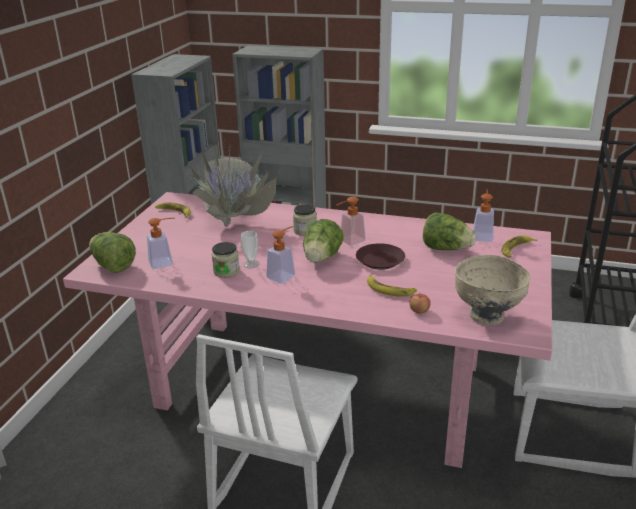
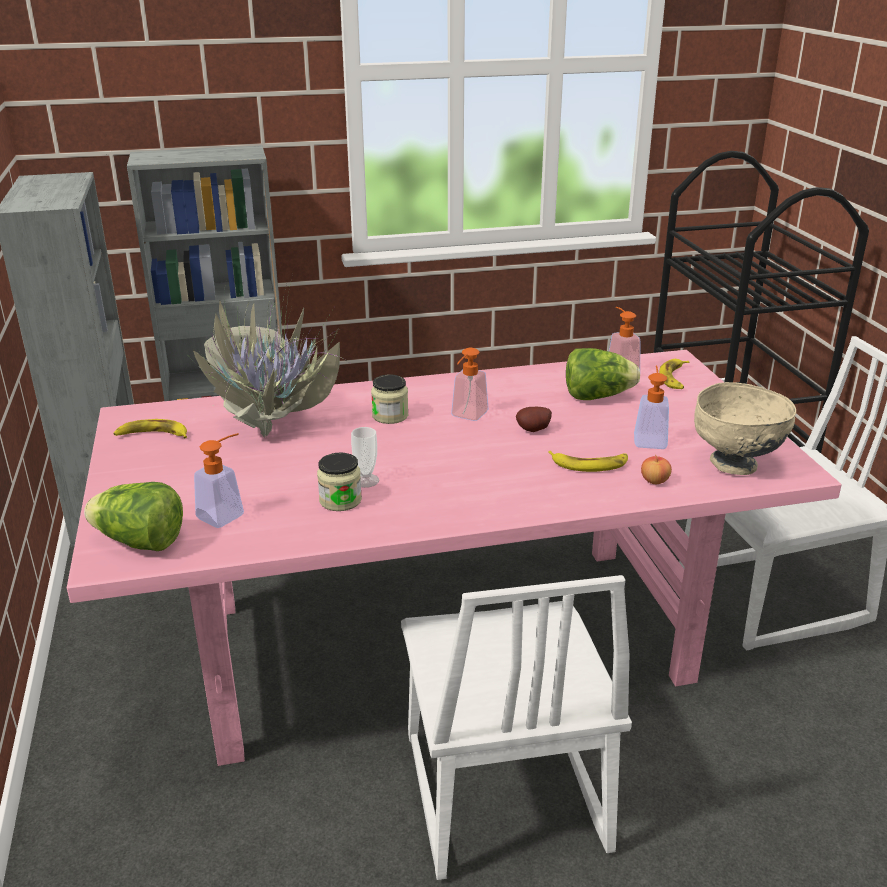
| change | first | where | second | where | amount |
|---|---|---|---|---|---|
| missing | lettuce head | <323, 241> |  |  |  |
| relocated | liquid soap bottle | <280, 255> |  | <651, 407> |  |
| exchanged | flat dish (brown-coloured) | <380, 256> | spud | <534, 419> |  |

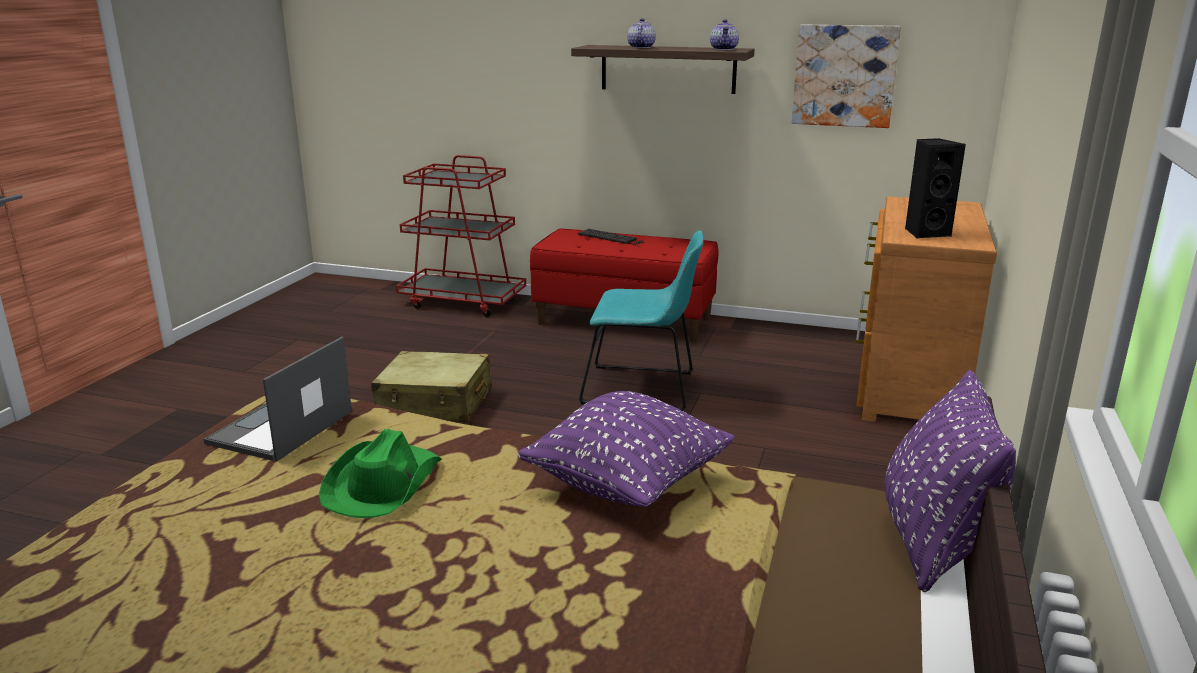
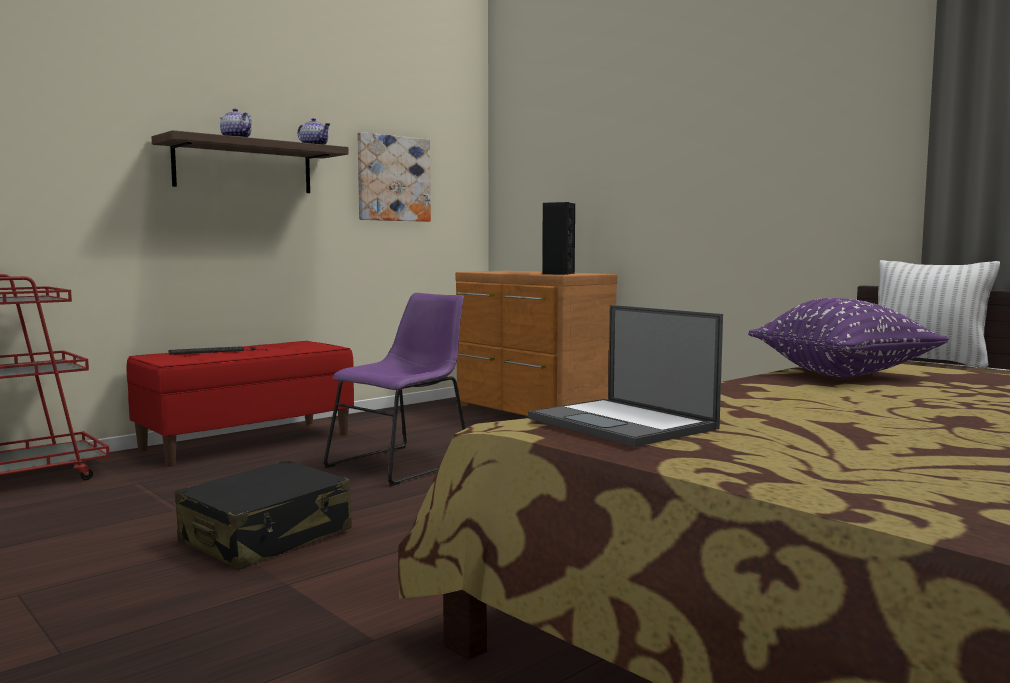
| change | first | where | second | where | amount |
|---|---|---|---|---|---|
| colour | chair (blue-green) | <641, 321> | chair (purplish) | <394, 389> |  |
| colour | travel case (beige) | <431, 386> | travel case (blackish) | <263, 515> |  |
| colour | pillow (purplish) | <950, 481> | pillow (white) | <939, 314> |  |
| missing | hat (green-coloured) | <380, 473> |  |  |  |

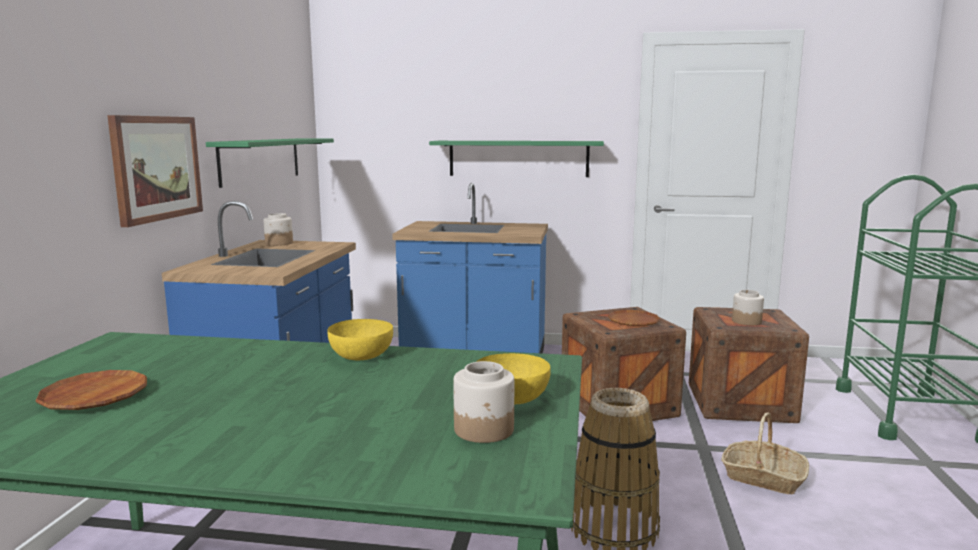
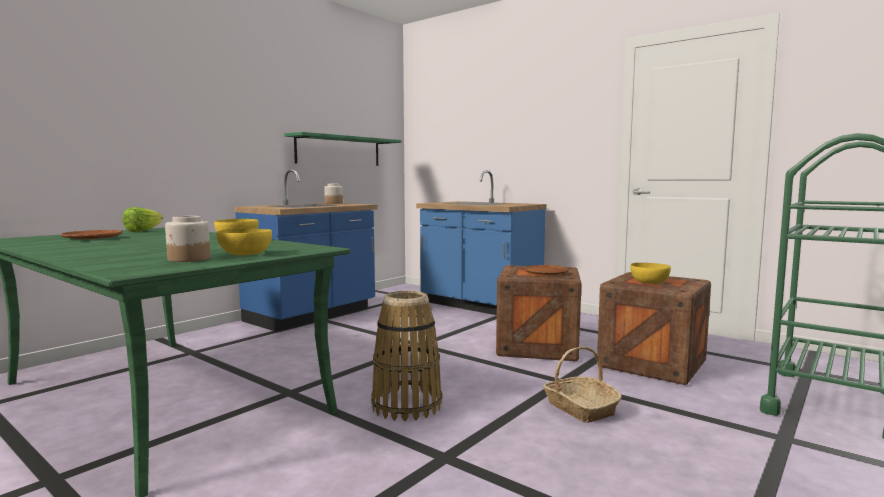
| change | first | where | second | where | amount |
|---|---|---|---|---|---|
| missing | wall picture | <155, 171> |  |  |  |
| missing | wall shelf (green-coloured) | <516, 159> |  |  |  |
| exchanged | jar | <748, 307> | serving bowl (yellowish) | <650, 273> |  |
| appeared |  |  | lettuce head | <142, 219> |  |

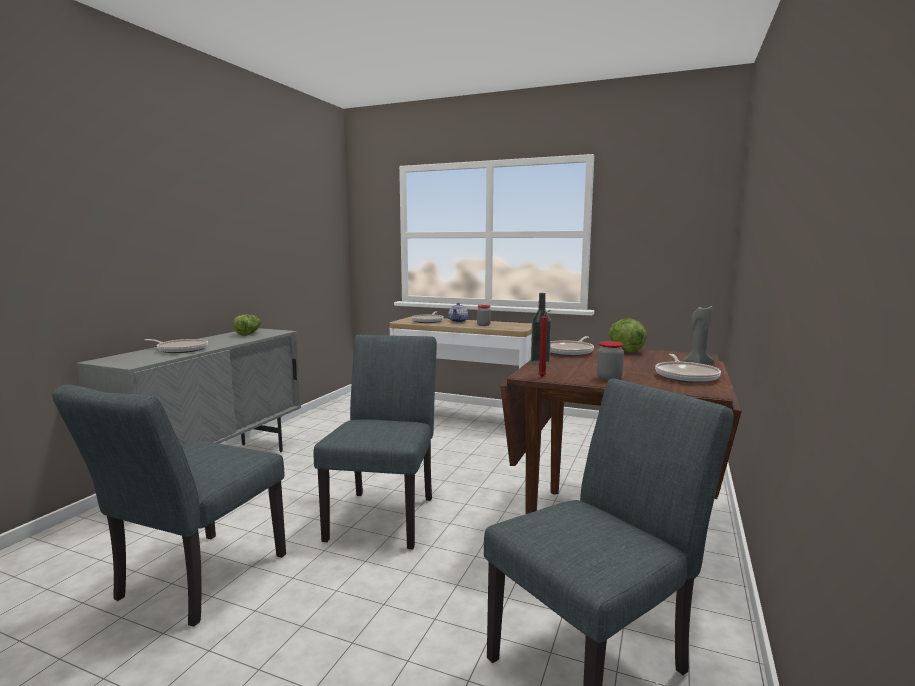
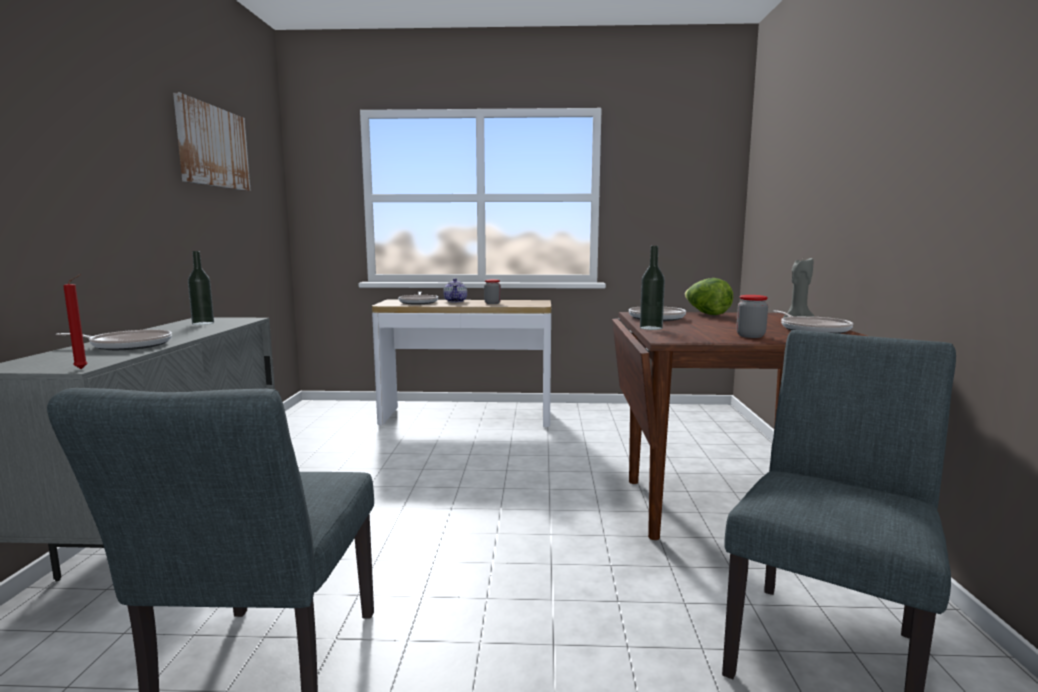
| change | first | where | second | where | amount |
|---|---|---|---|---|---|
| relocated | wax candle (red-coloured) | <544, 343> |  | <75, 322> |  |
| exchanged | lettuce head | <247, 325> | drink bottle | <201, 288> |  |
| missing | chair (gray) | <375, 442> |  |  |  |
| appeared |  |  | wall picture | <212, 142> |  |

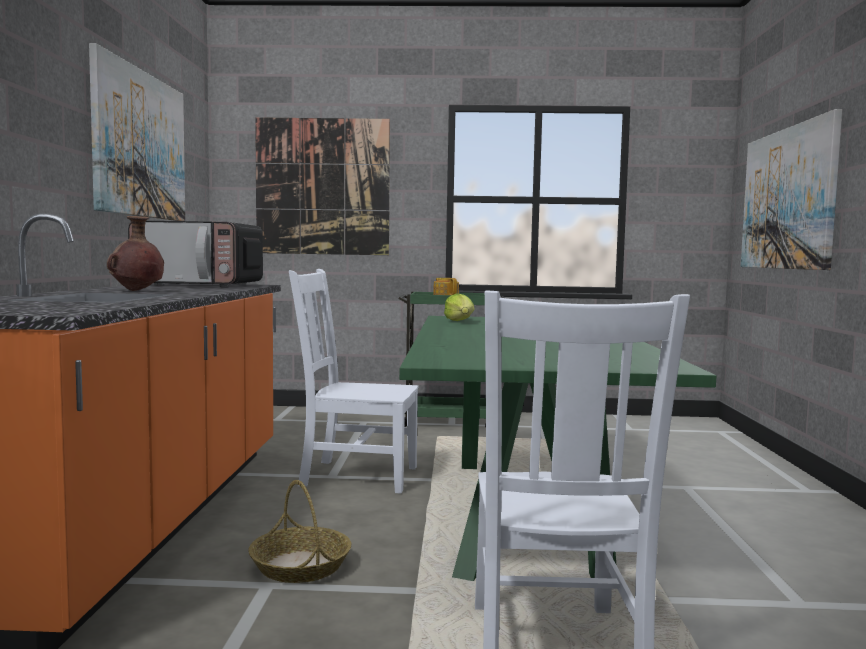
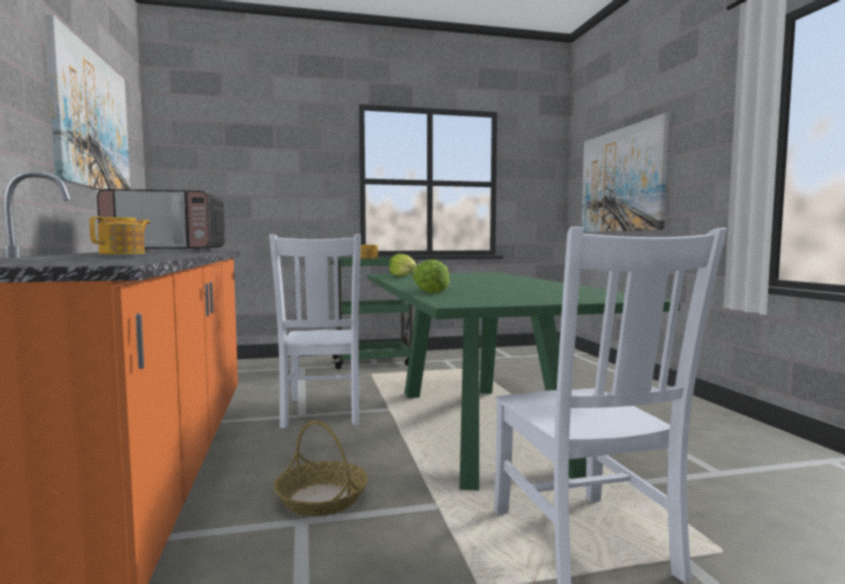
| change | first | where | second | where | amount |
|---|---|---|---|---|---|
| missing | wall picture | <322, 186> |  |  |  |
| exchanged | flower vase (brown-coloured) | <135, 253> | pot for tea | <119, 235> |  |
| spun | chair (white) | <353, 381> |  | <315, 331> | 90 degrees counterclockwise |
| appeared |  |  | lettuce head | <430, 276> |  |

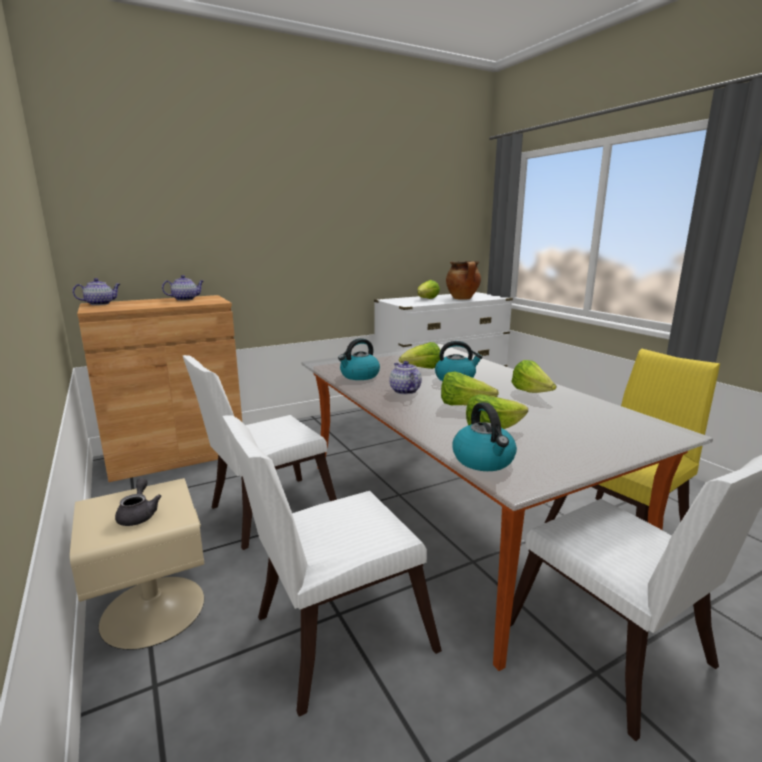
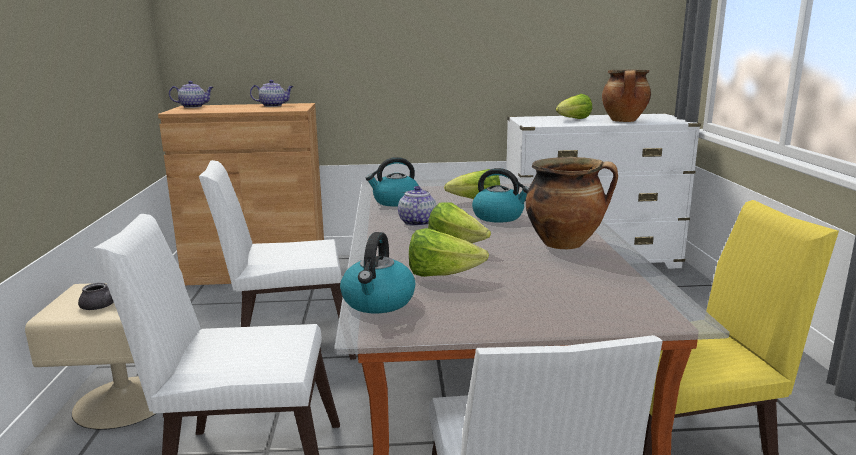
| change | first | where | second | where | amount |
|---|---|---|---|---|---|
| exchanged | lettuce head | <533, 376> | stockpot | <572, 203> |  |

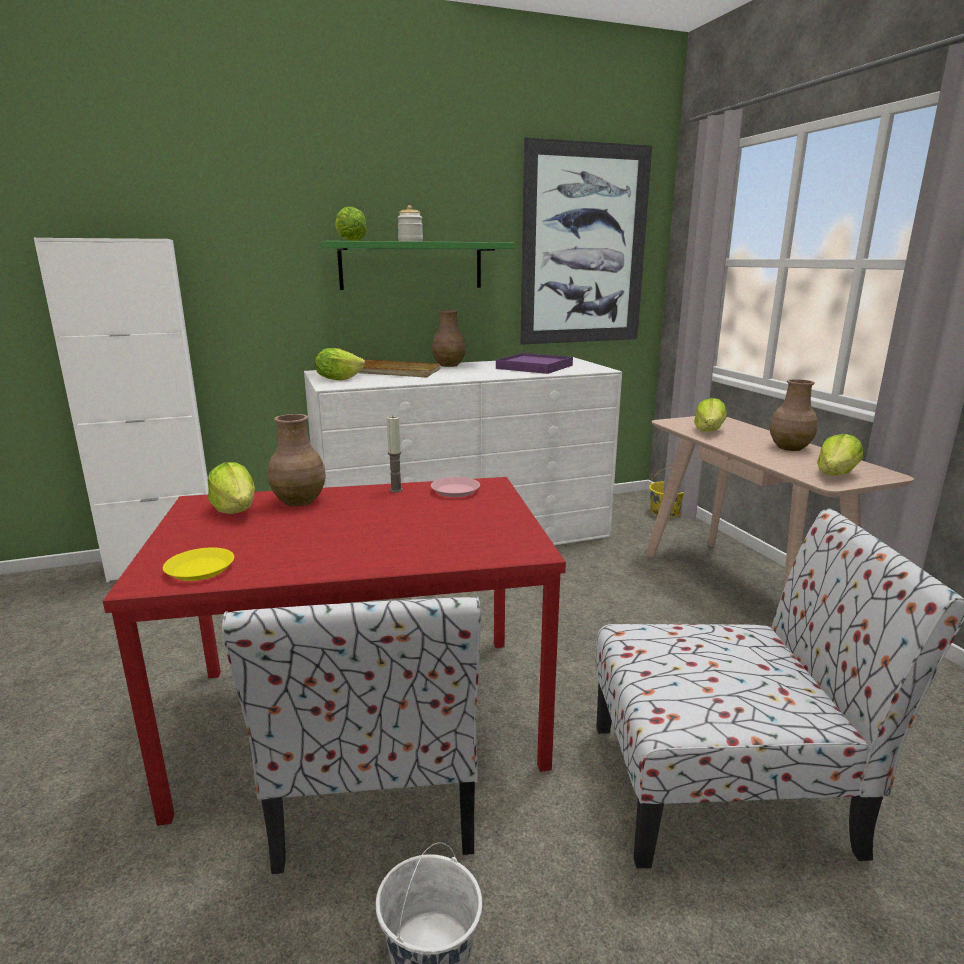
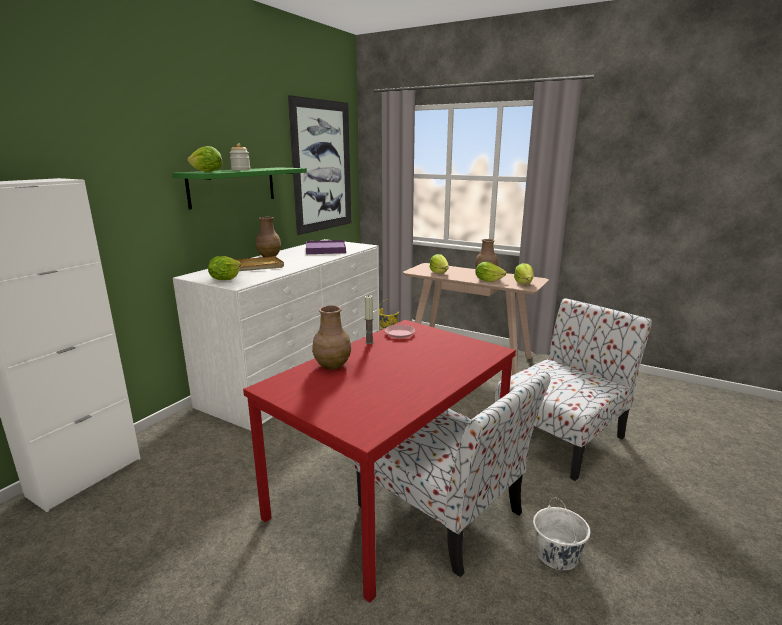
| change | first | where | second | where | amount |
|---|---|---|---|---|---|
| relocated | lettuce head | <231, 488> |  | <491, 272> |  |
| missing | flat dish (yellowish) | <198, 564> |  |  |  |

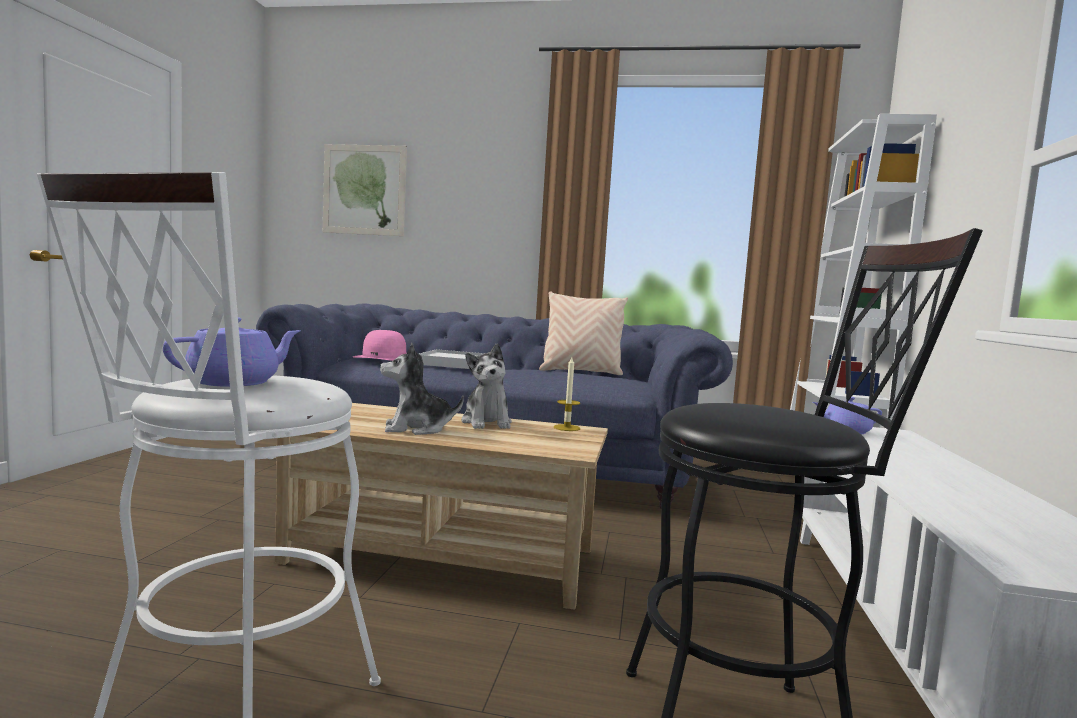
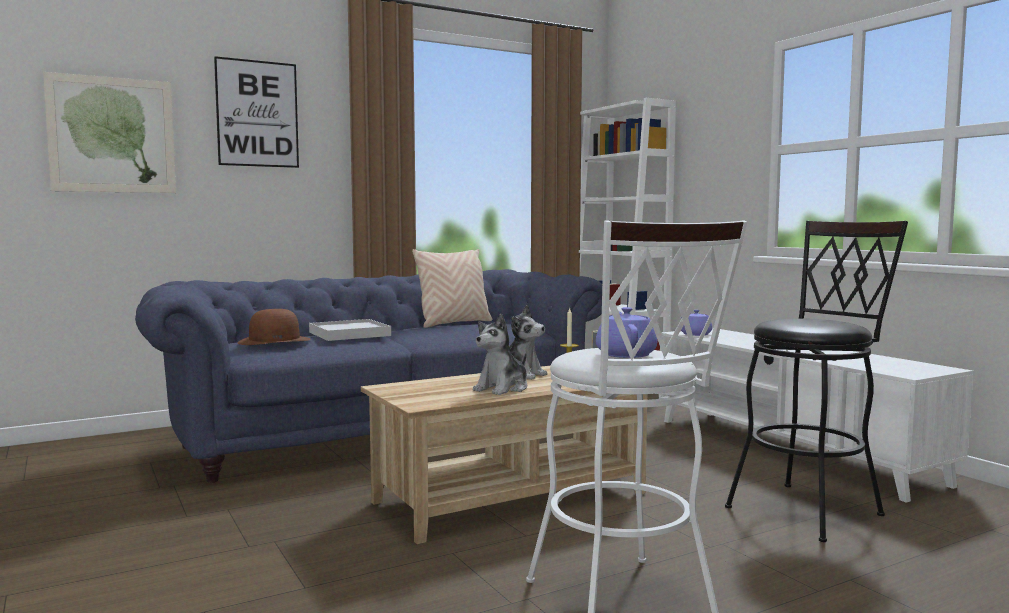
| change | first | where | second | where | amount |
|---|---|---|---|---|---|
| colour | hat (pink) | <379, 345> | hat (brown-coloured) | <274, 327> |  |
| appeared |  |  | wall picture | <256, 112> |  |

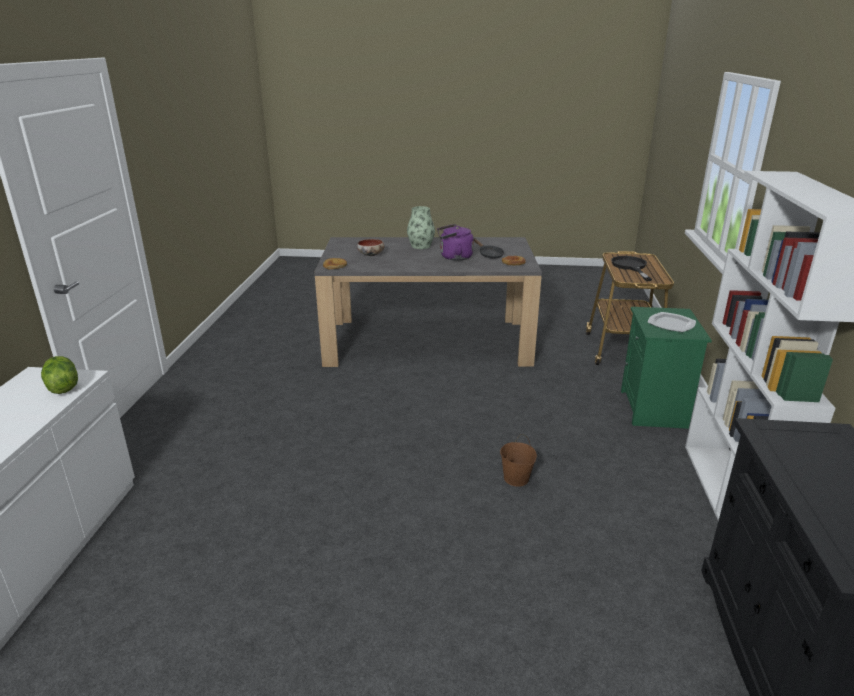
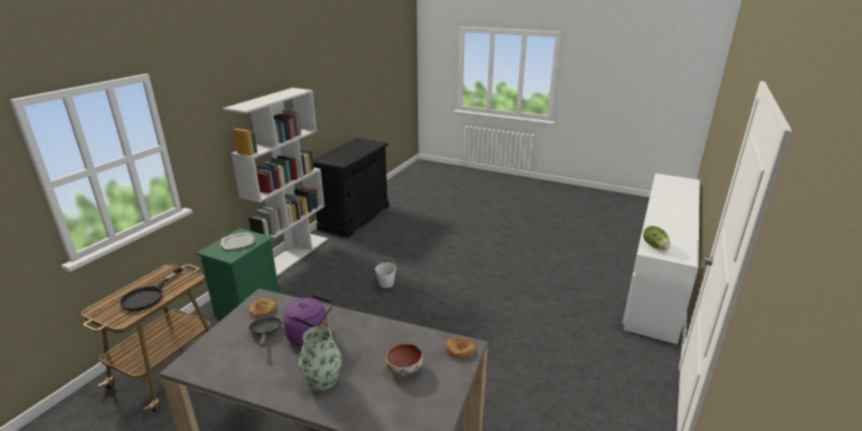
| change | first | where | second | where | amount |
|---|---|---|---|---|---|
| colour | bucket (brown-coloured) | <518, 460> | bucket (white) | <385, 272> |  |

